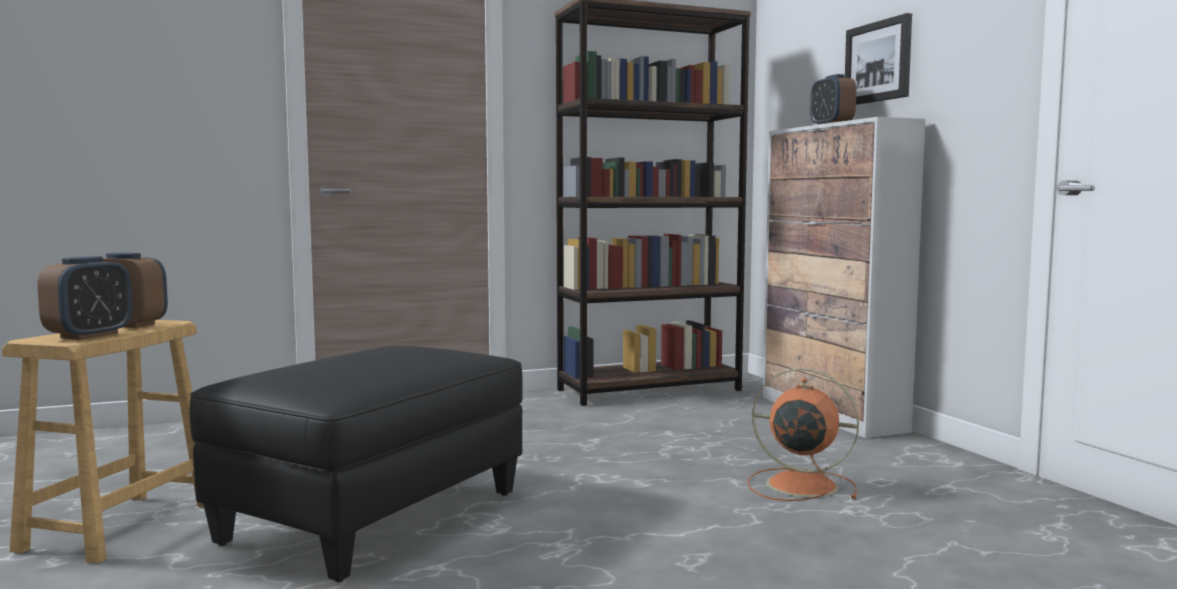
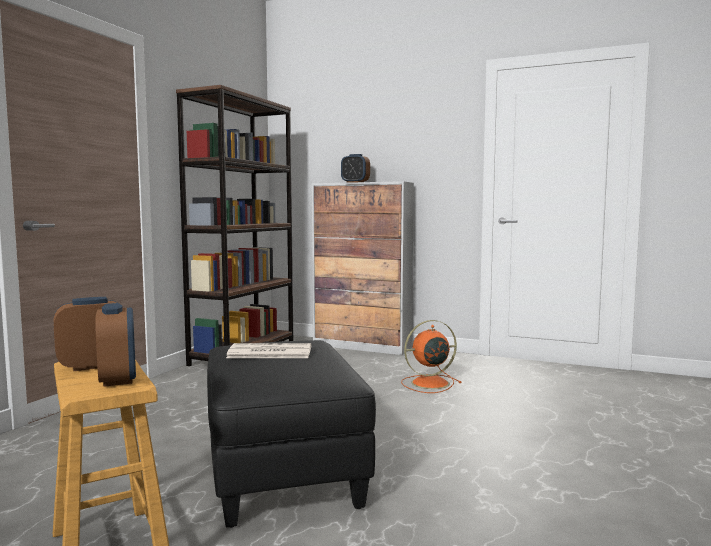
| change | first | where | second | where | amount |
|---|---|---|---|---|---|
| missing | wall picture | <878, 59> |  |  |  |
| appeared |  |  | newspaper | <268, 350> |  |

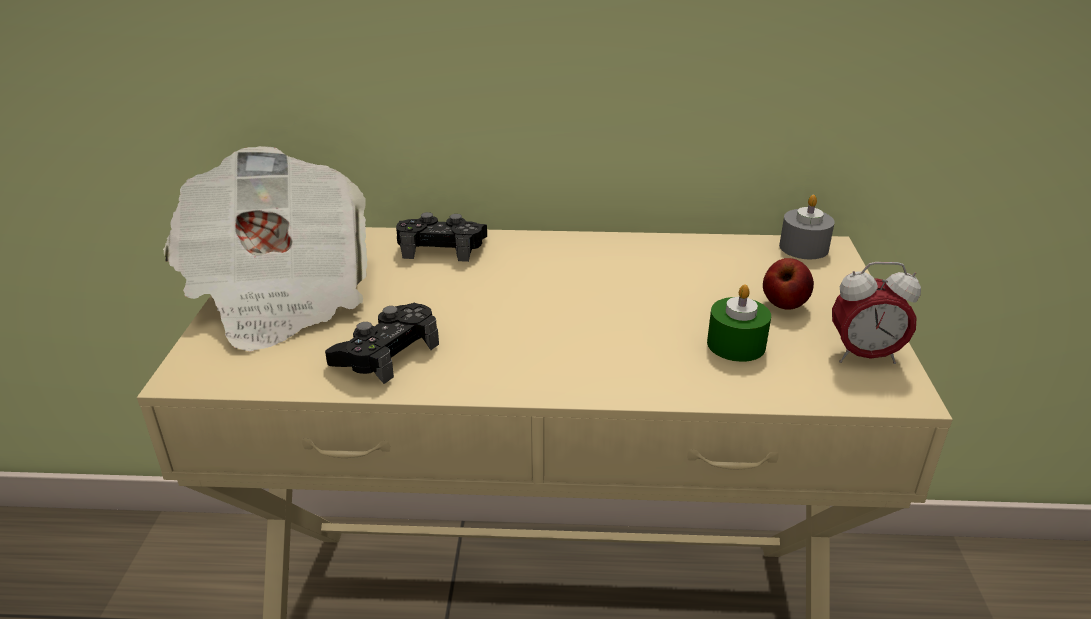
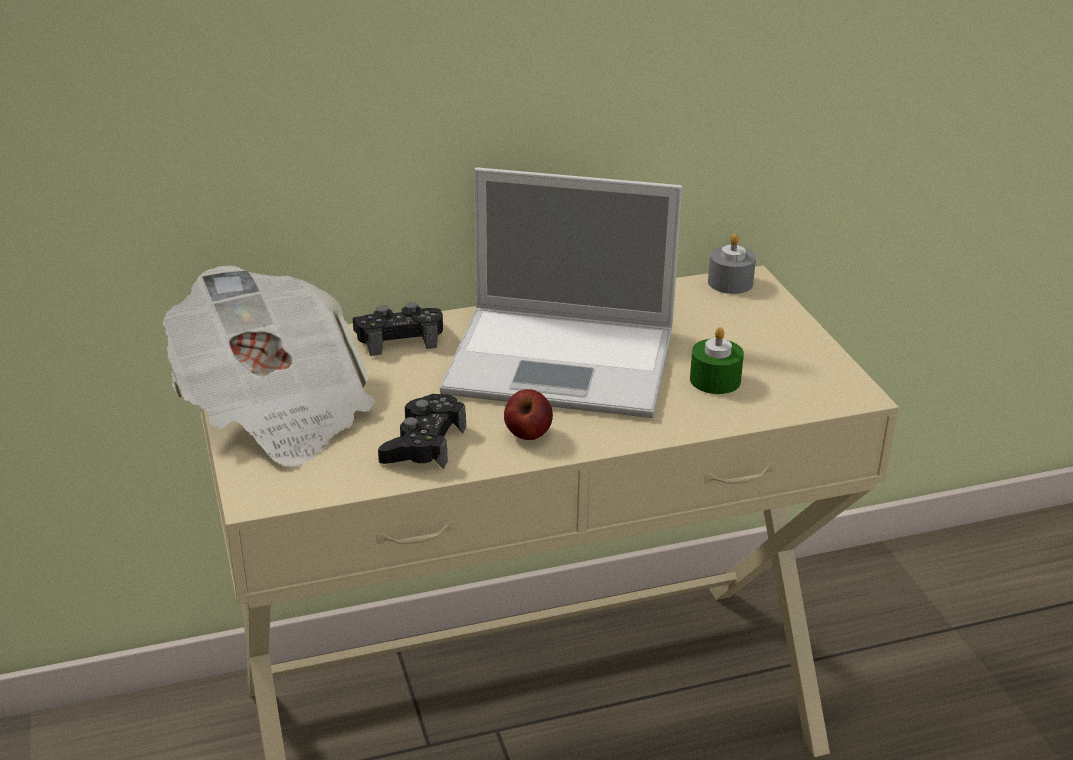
| change | first | where | second | where | amount |
|---|---|---|---|---|---|
| relocated | whole apple | <788, 284> |  | <528, 414> |  |
| missing | table clock | <876, 313> |  |  |  |
| appeared |  |  | portable computer | <561, 292> |  |

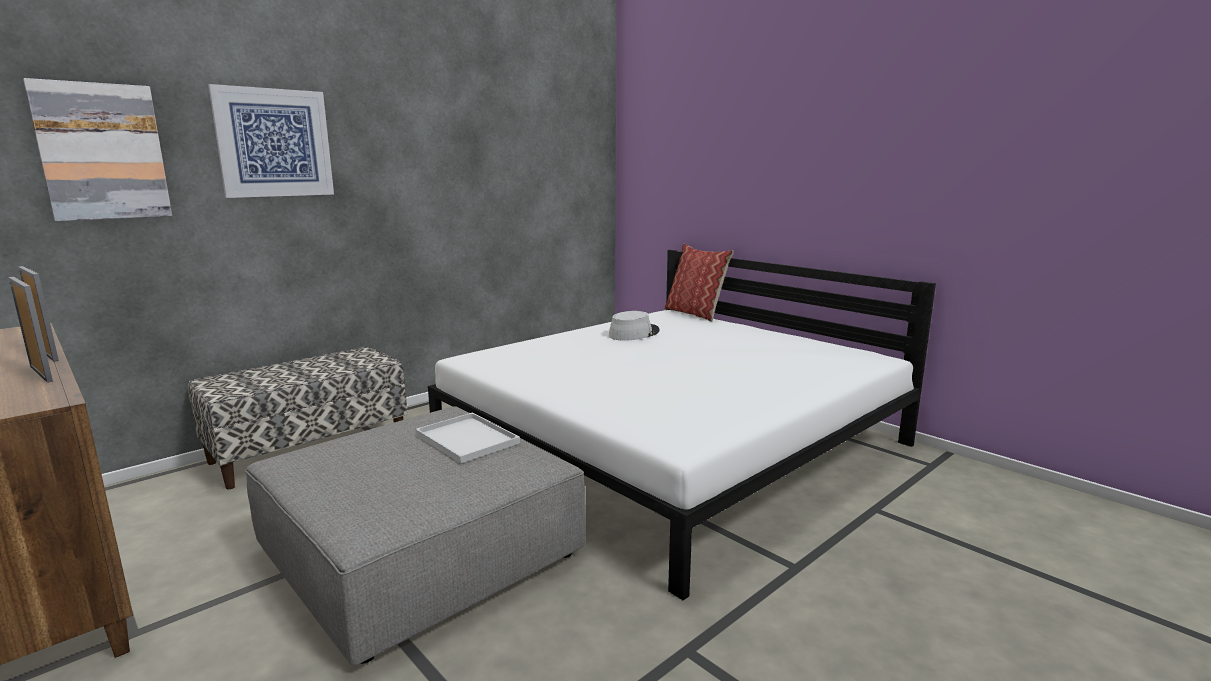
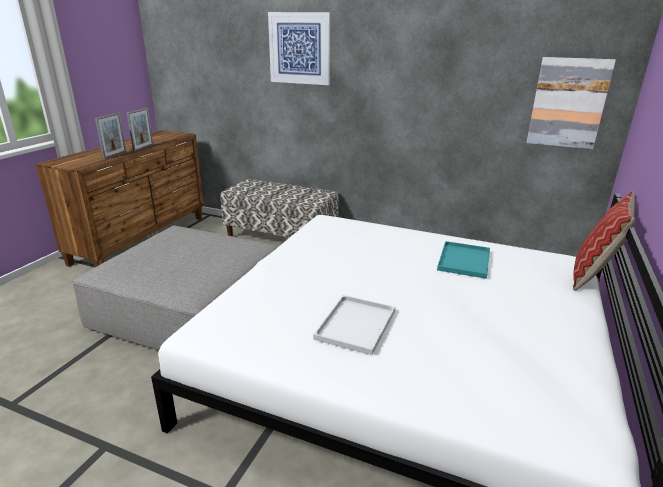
| change | first | where | second | where | amount |
|---|---|---|---|---|---|
| relocated | wall picture | <97, 149> |  | <571, 103> |  |
| exchanged | hat (gray) | <634, 325> | carrying tray (blue-green) | <463, 260> |  |
| relocated | carrying tray (white) | <467, 437> |  | <354, 325> |  |

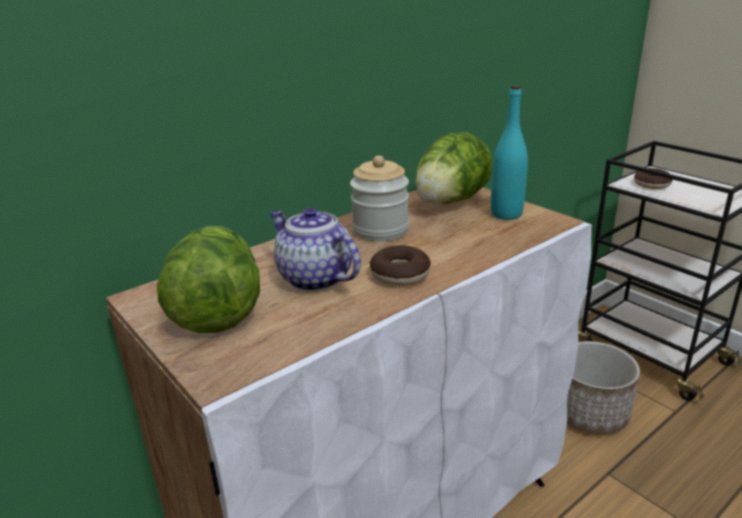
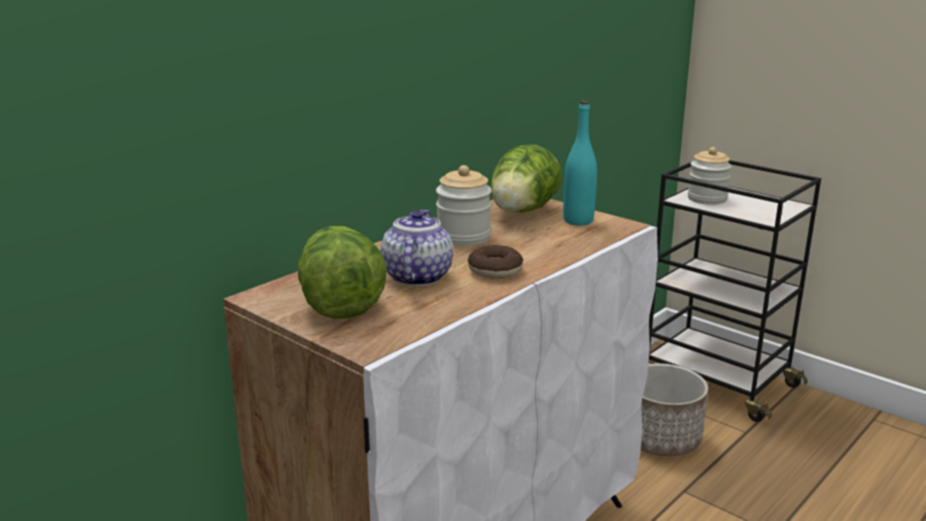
| change | first | where | second | where | amount |
|---|---|---|---|---|---|
| exchanged | donut | <653, 178> | jar | <710, 176> |  |
| spun | pot for tea | <315, 249> |  | <416, 247> | 60 degrees clockwise |

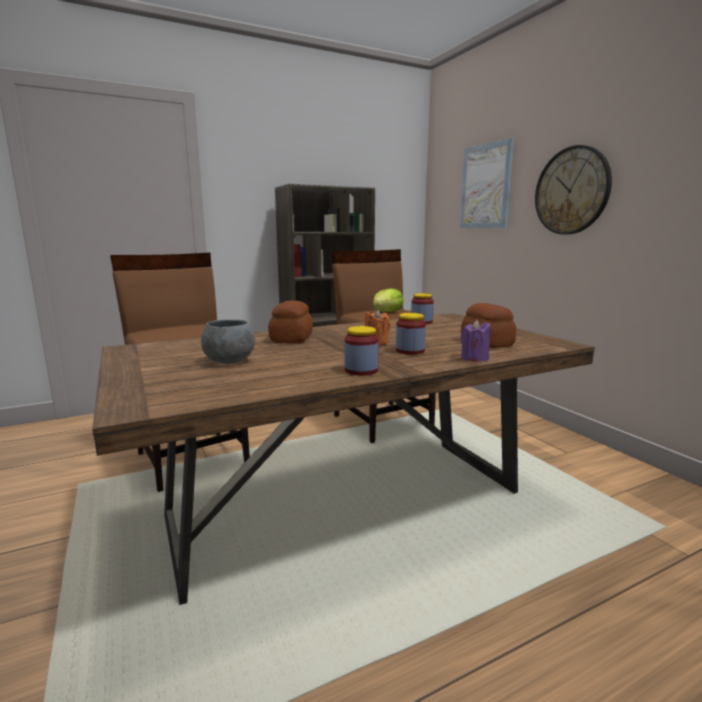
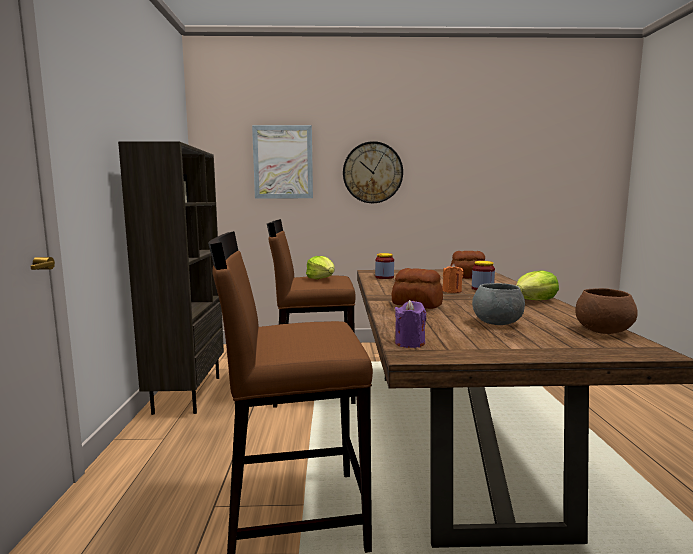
| change | first | where | second | where | amount |
|---|---|---|---|---|---|
| relocated | wax candle (purplish) | <475, 341> |  | <410, 324> |  |
| exchanged | jar | <361, 351> | lettuce head | <537, 285> |  |
| appeared |  |  | serving bowl (brown-coloured) | <607, 311> |  |

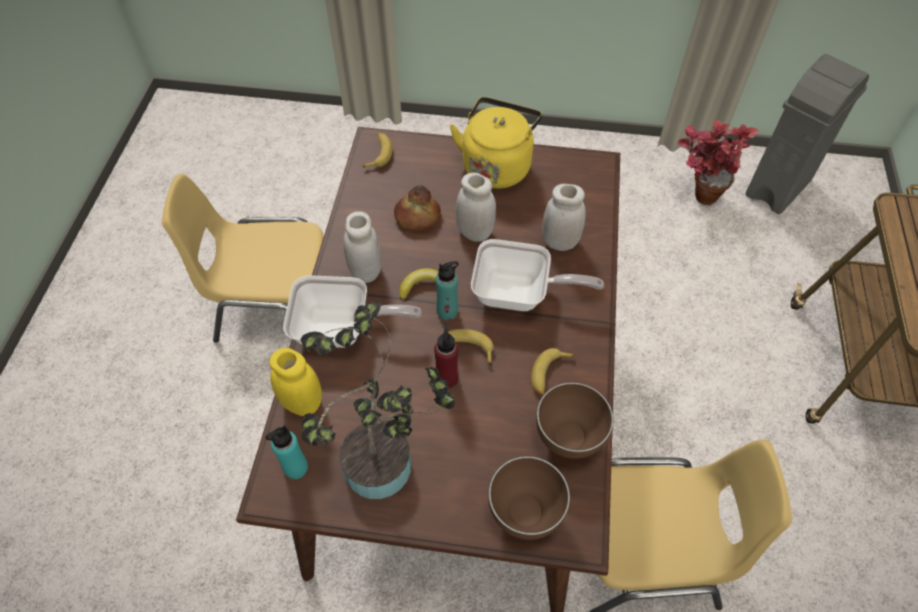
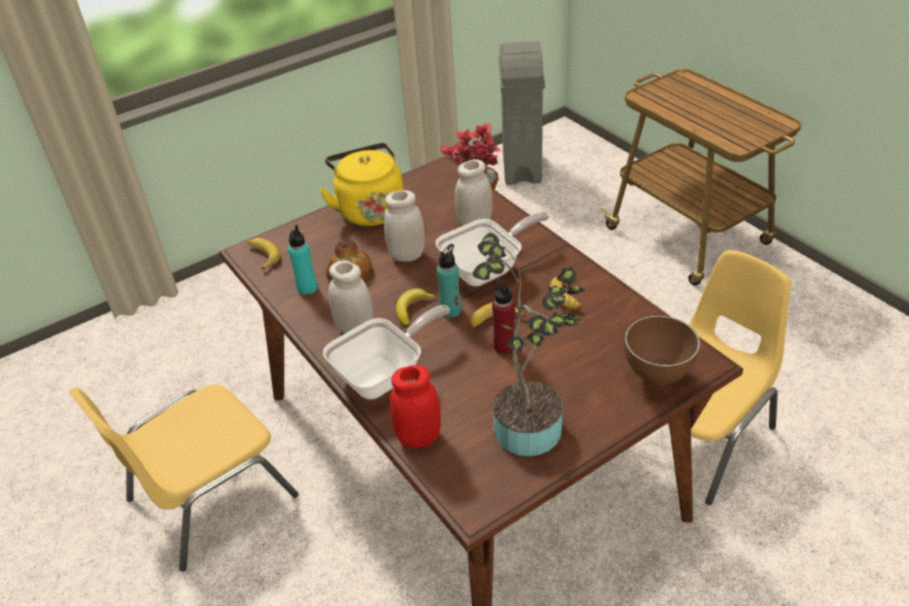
| change | first | where | second | where | amount |
|---|---|---|---|---|---|
| colour | jar (yellowish) | <295, 382> | jar (red-coloured) | <415, 406> |  |
| missing | serving bowl (brown-coloured) | <575, 420> |  |  |  |
| relocated | drink bottle (blue-green) | <286, 452> |  | <302, 260> |  |

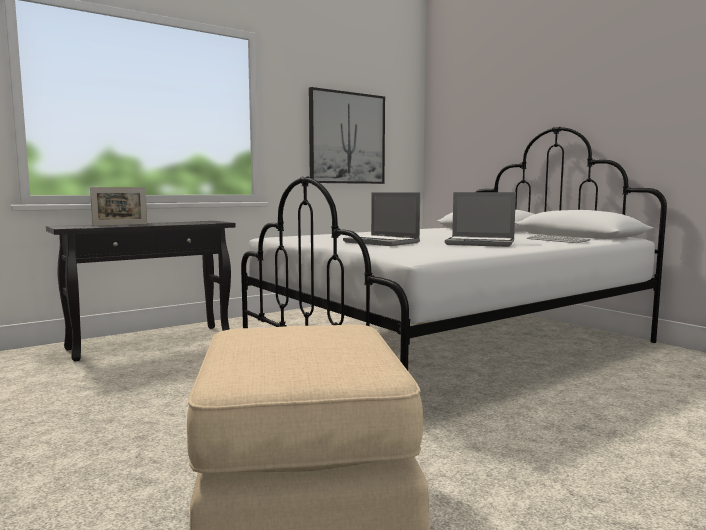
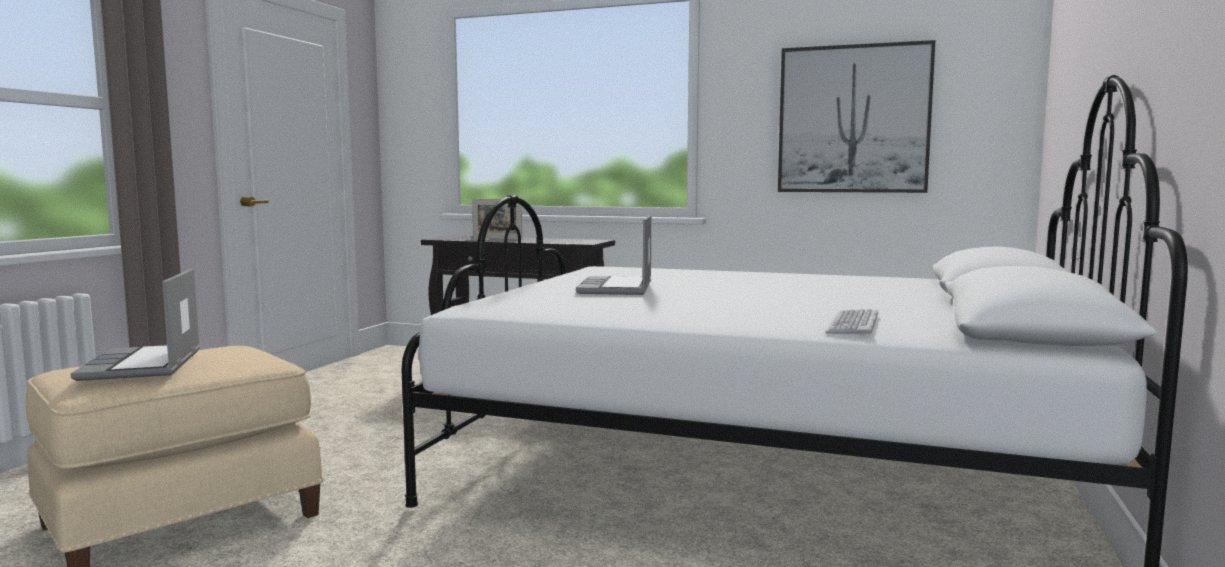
| change | first | where | second | where | amount |
|---|---|---|---|---|---|
| relocated | portable computer | <480, 219> |  | <135, 324> |  |

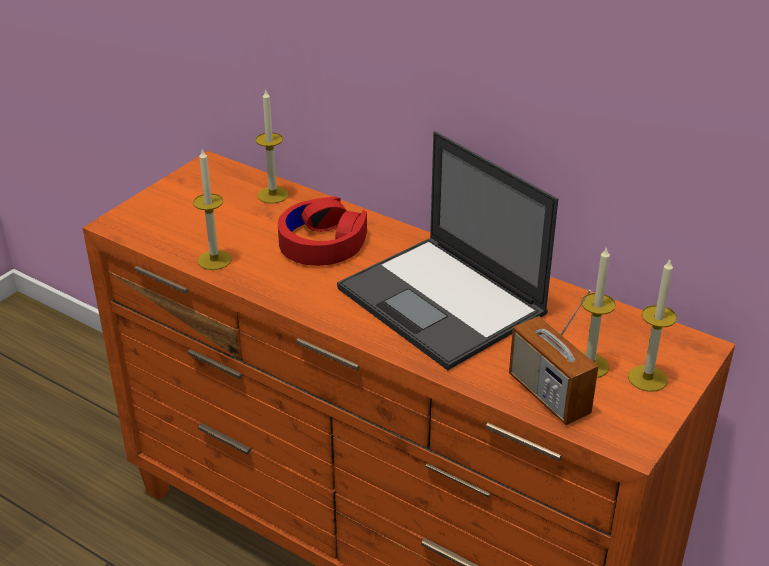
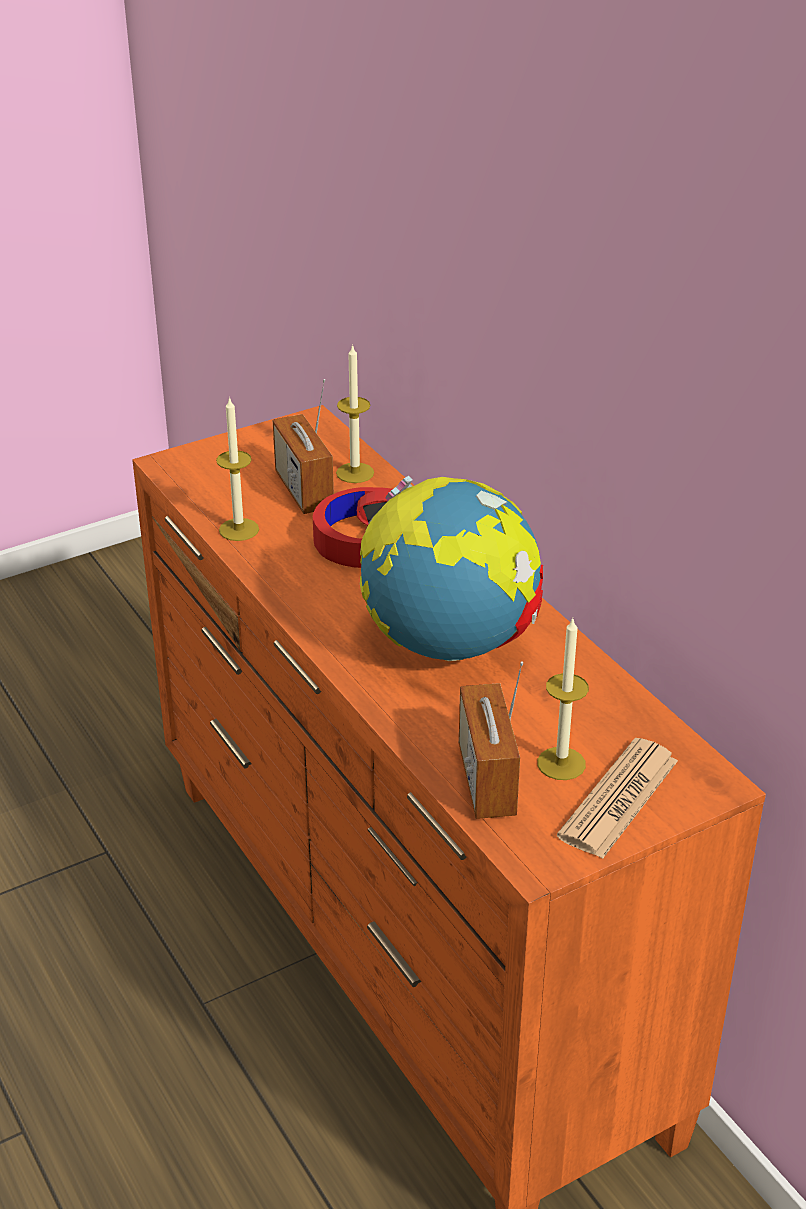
| change | first | where | second | where | amount |
|---|---|---|---|---|---|
| exchanged | portable computer | <447, 250> | world globe | <451, 568> |  |
| exchanged | wax candle | <652, 326> | newspaper | <617, 798> |  |
| appeared |  |  | radio receiver | <303, 446> |  |

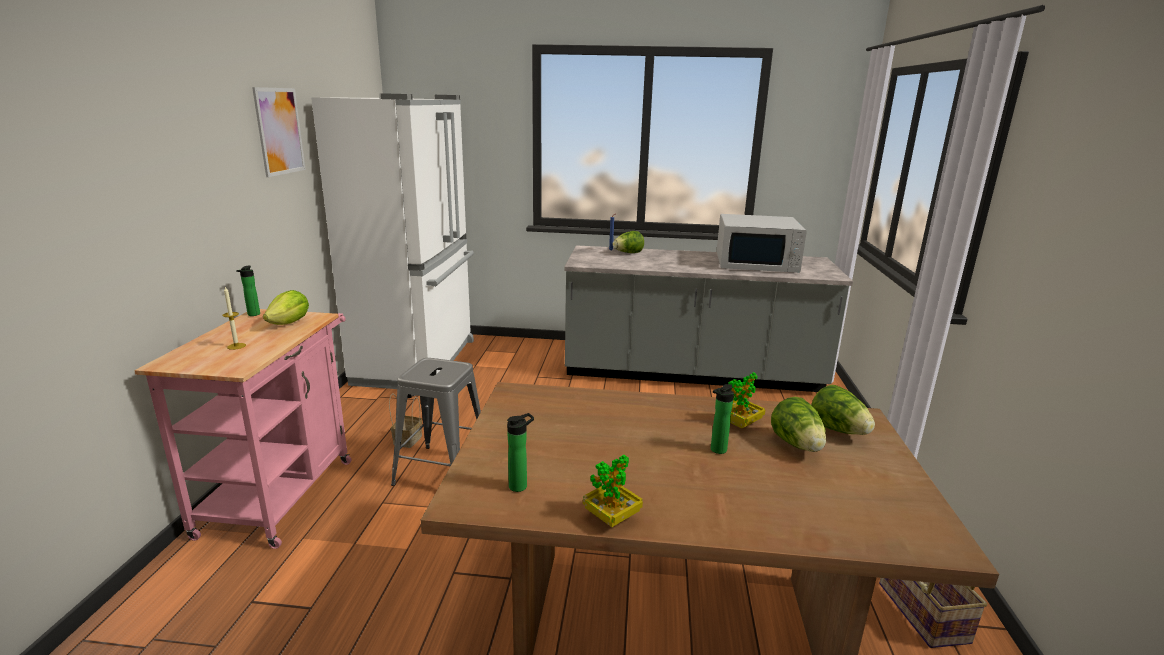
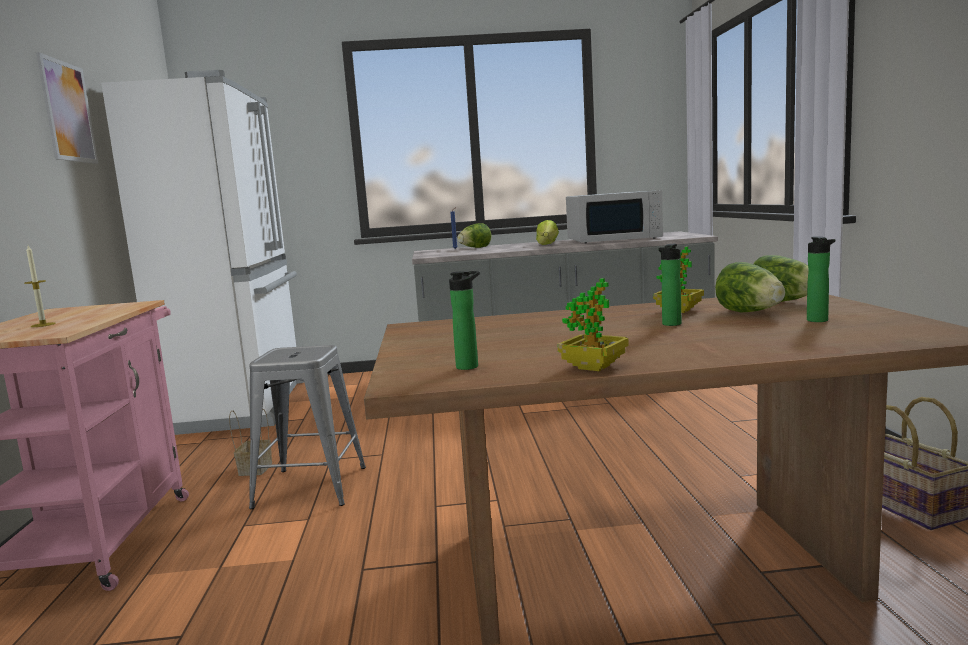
| change | first | where | second | where | amount |
|---|---|---|---|---|---|
| relocated | drink bottle | <248, 290> |  | <821, 279> |  |
| relocated | lettuce head | <286, 307> |  | <547, 232> |  |

